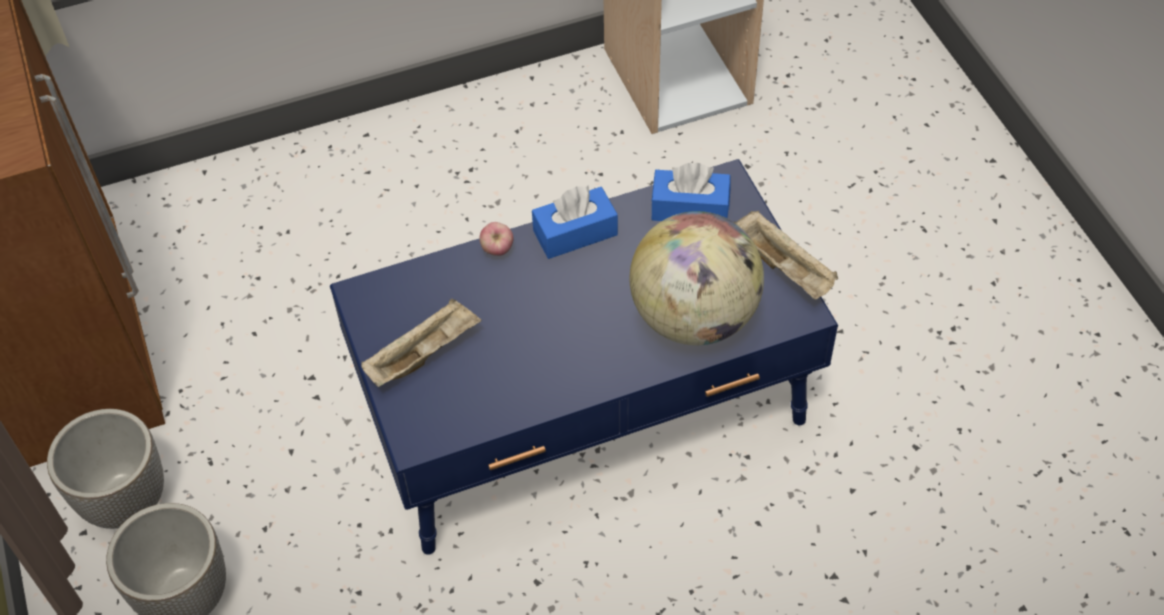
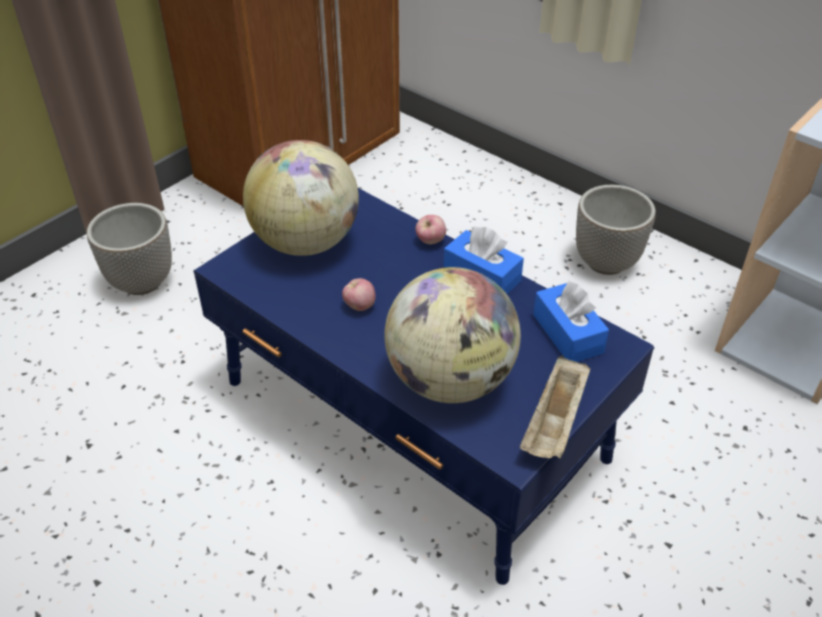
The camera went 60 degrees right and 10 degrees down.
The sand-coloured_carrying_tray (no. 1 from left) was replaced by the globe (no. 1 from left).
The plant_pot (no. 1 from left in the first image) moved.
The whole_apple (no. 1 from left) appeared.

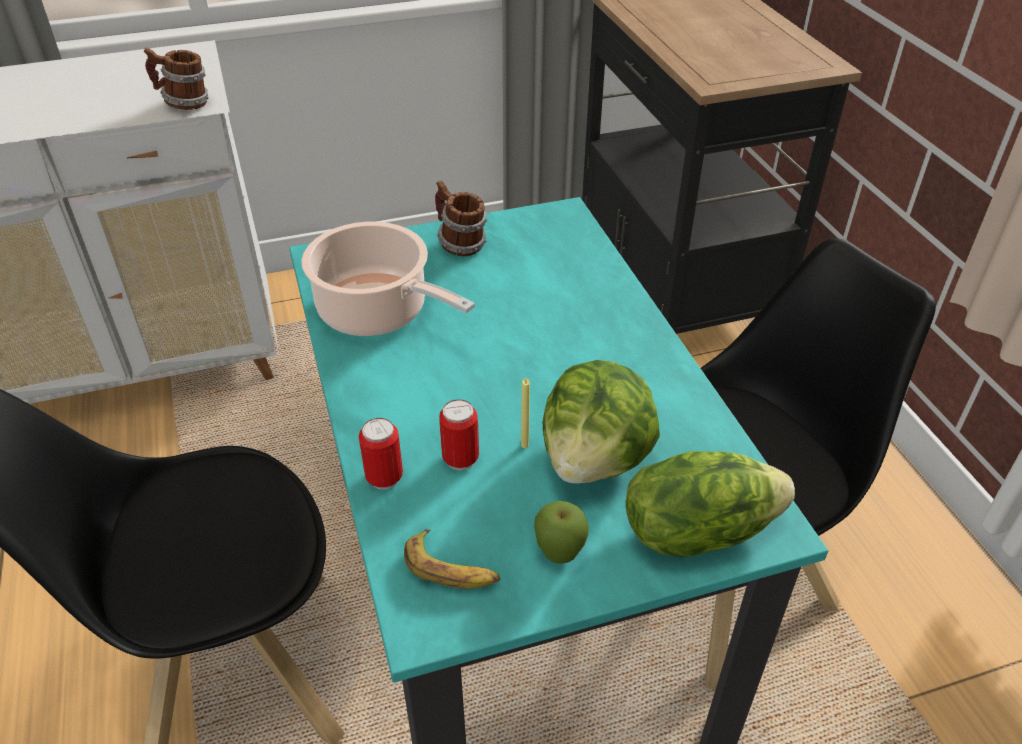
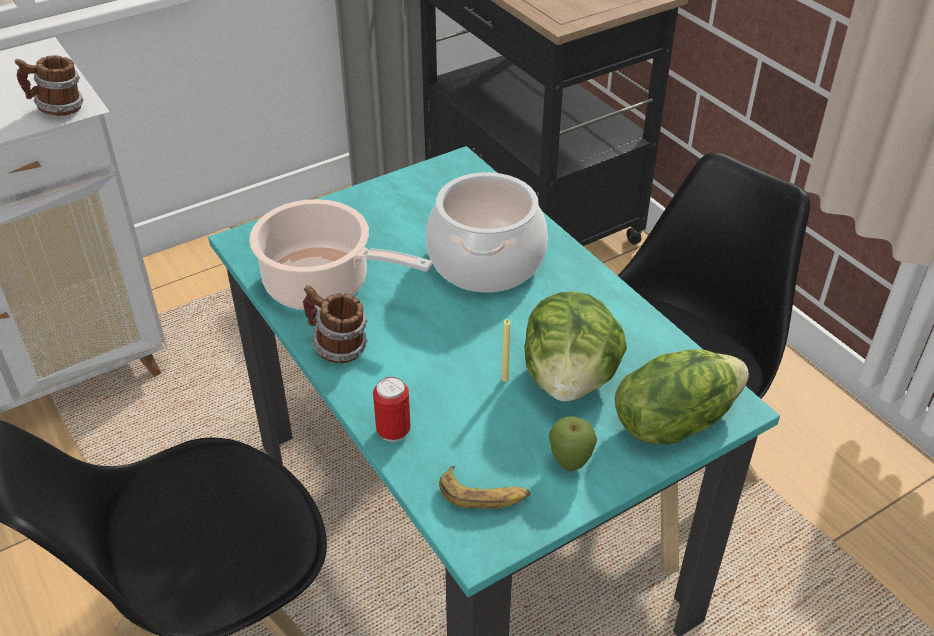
The camera went 15 degrees left and 0 degrees up.
The tea_mug (no. 2 from left) moved.
The sealed_can (no. 2 from left) disappeared.
The cooking_pot (no. 2 from left) appeared.

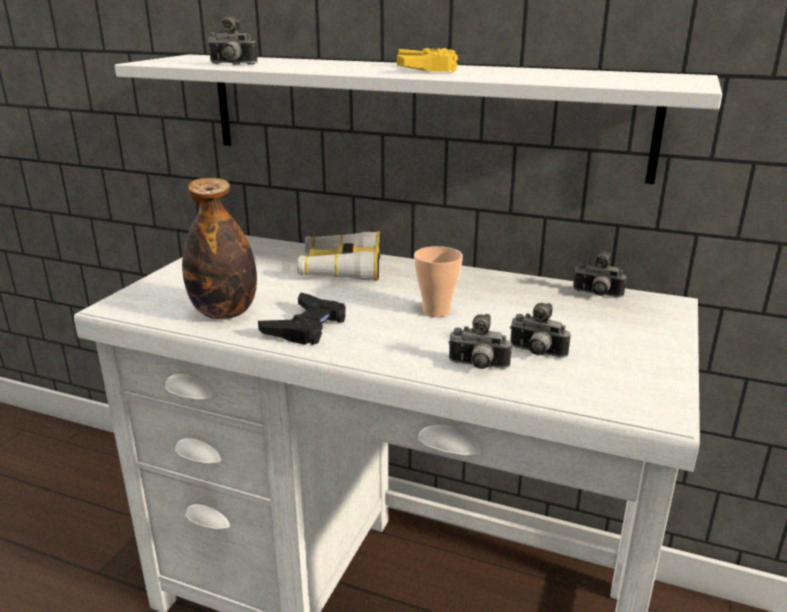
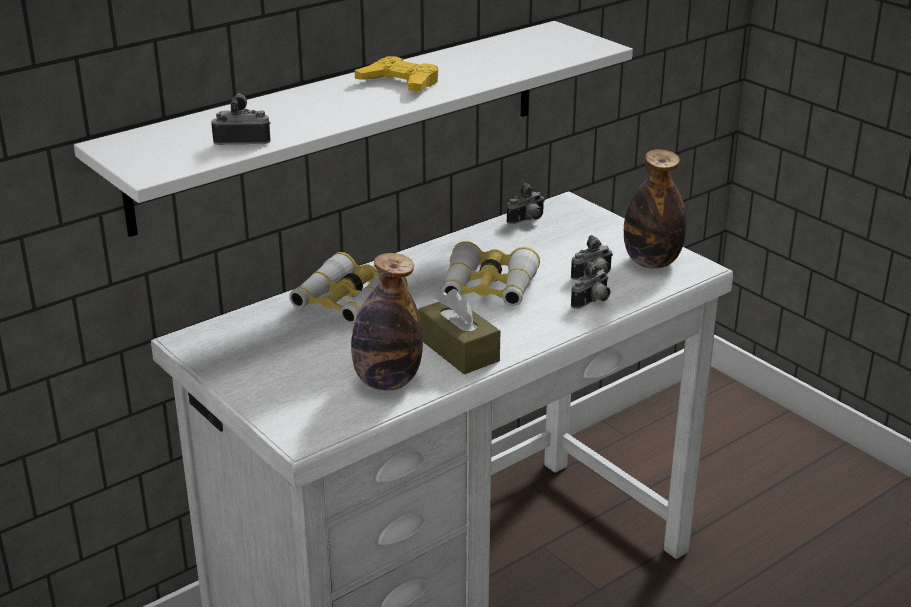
The camera went 60 degrees left and 5 degrees up.
The photo_camera (no. 1 from left) turned 135 degrees counterclockwise.
The drinking_cup was replaced by the pair_of_binoculars (no. 2 from left).
The blackish_joypad was replaced by the brown_box_of_tissues.
The bottle (no. 2 from left) appeared.

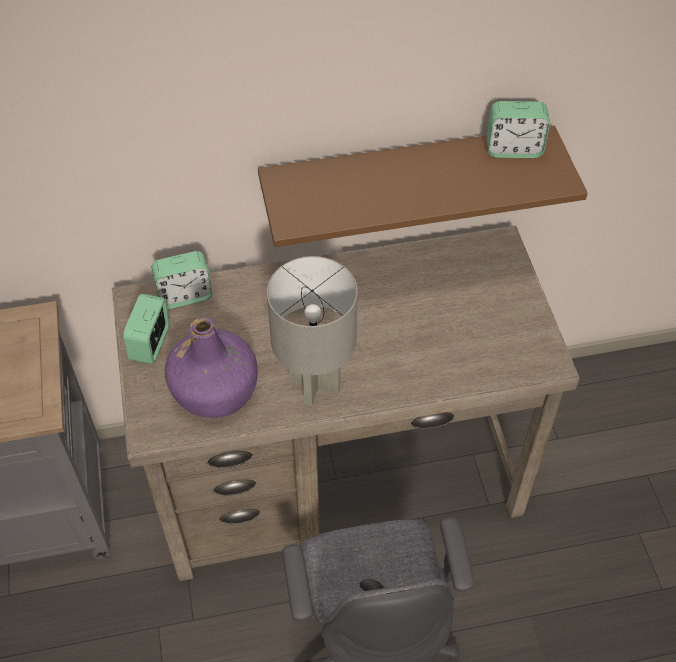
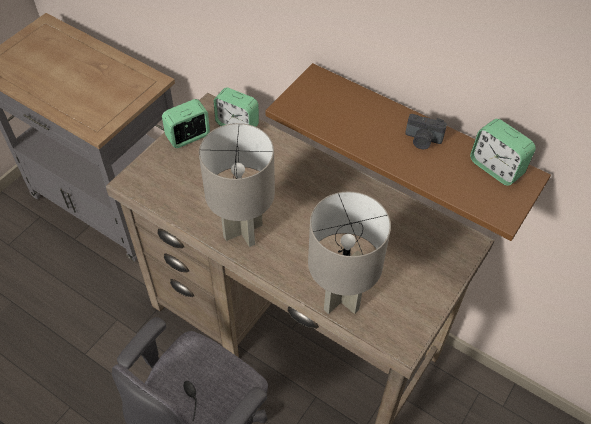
The camera went 45 degrees right and 0 degrees up.
The purple_bottle disappeared.
The photo_camera appeared.
The grey_tabletop_lamp (no. 2 from left) appeared.

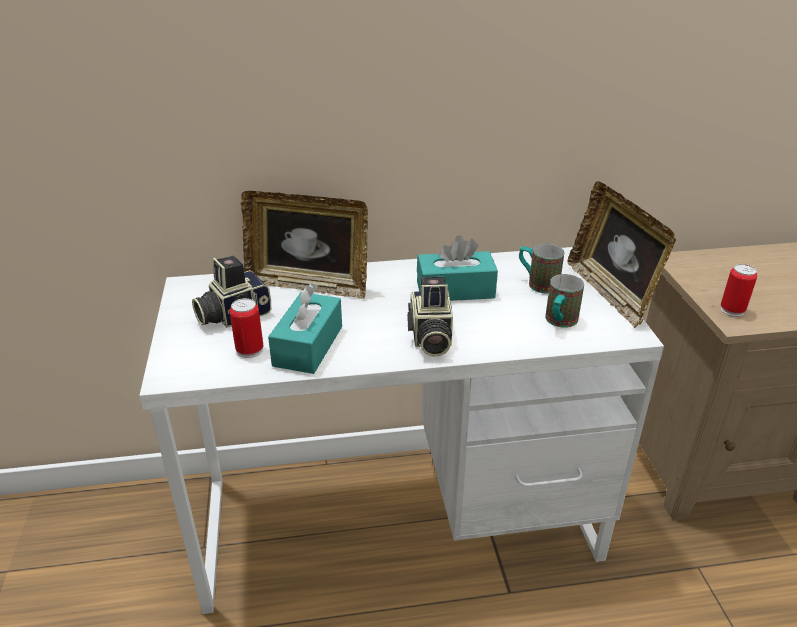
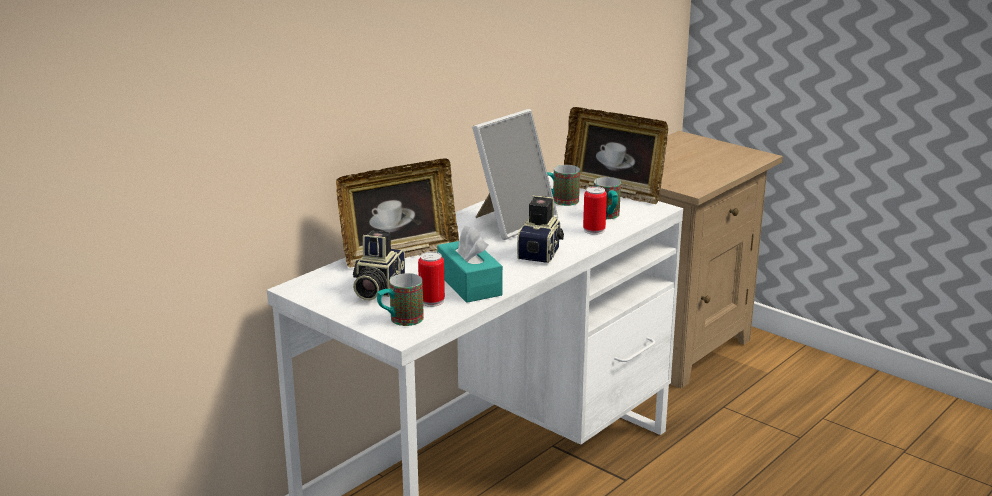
The camera went 40 degrees left and 10 degrees down.
The blue-green_box_of_tissues (no. 2 from left) was replaced by the photo_frame (no. 2 from left).
The sealed_can (no. 2 from left) moved.
The photo_camera (no. 2 from left) turned 120 degrees counterclockwise.
The tea_mug (no. 1 from left) appeared.

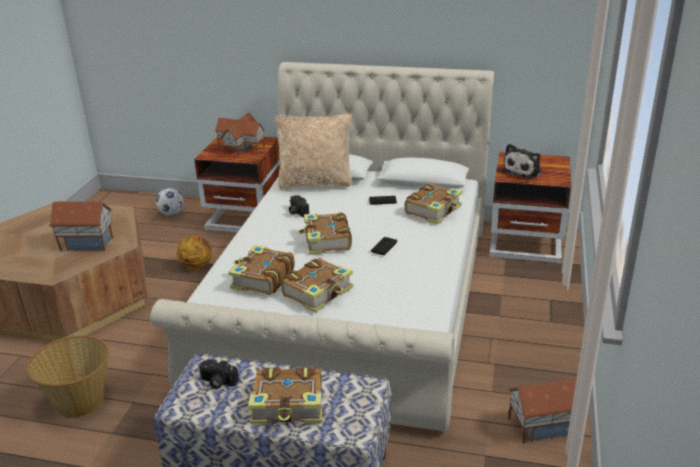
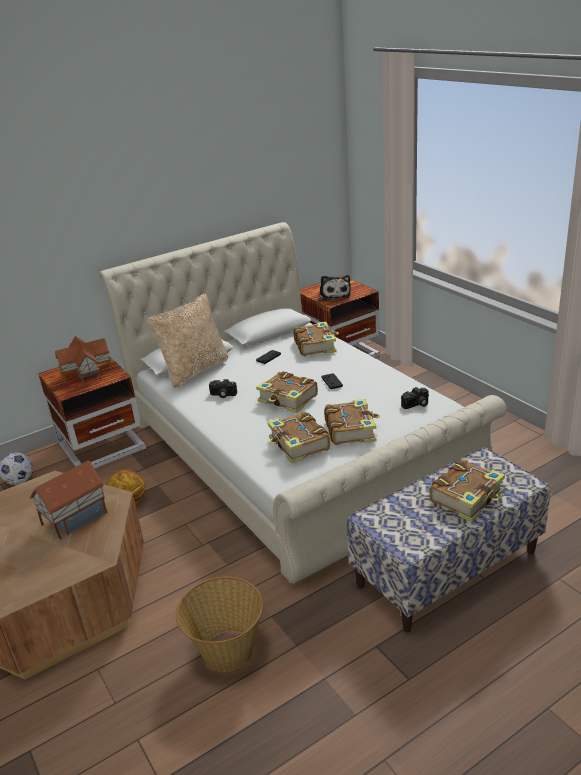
The camera went 45 degrees left and 0 degrees up.
The photo_camera (no. 1 from left in the first image) moved.
The toy_house (no. 3 from left) disappeared.

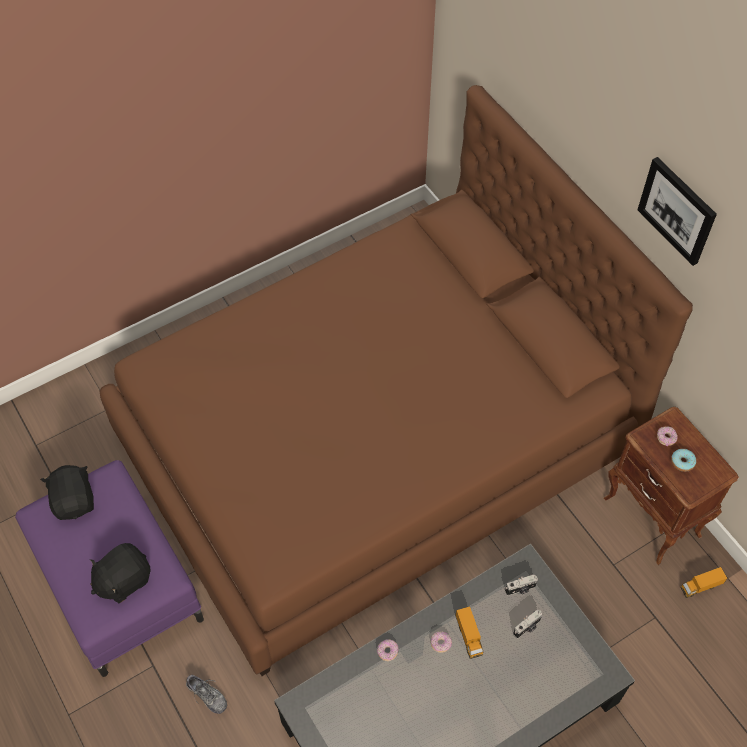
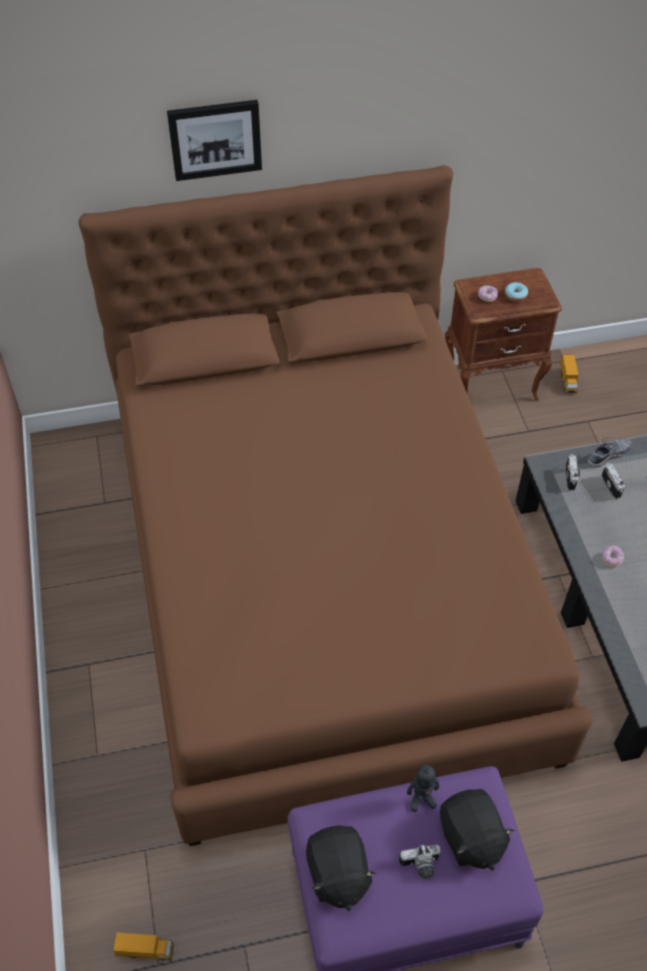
The camera went 70 degrees left and 5 degrees down.
The wall_art moved.
The blackish_cuddly_toy (no. 1 from left) turned 105 degrees counterclockwise.
The toy_truck (no. 1 from left) moved.
The doughnut (no. 1 from left) disappeared.
The shoe moved.
The robot_figure appeared.
The photo_camera (no. 1 from left) appeared.

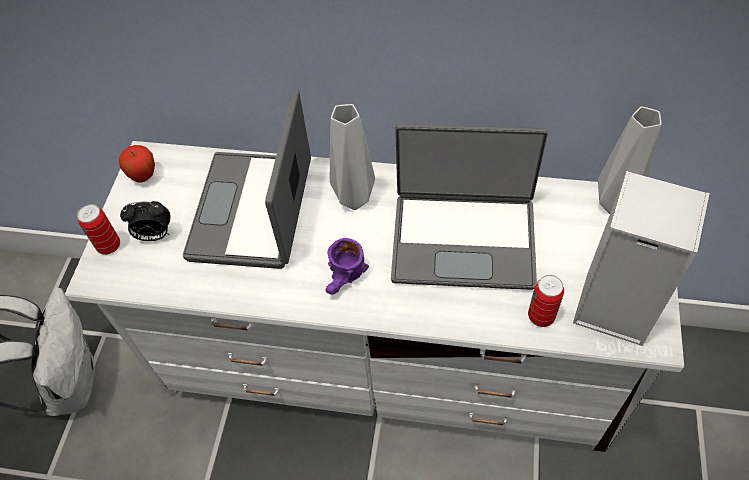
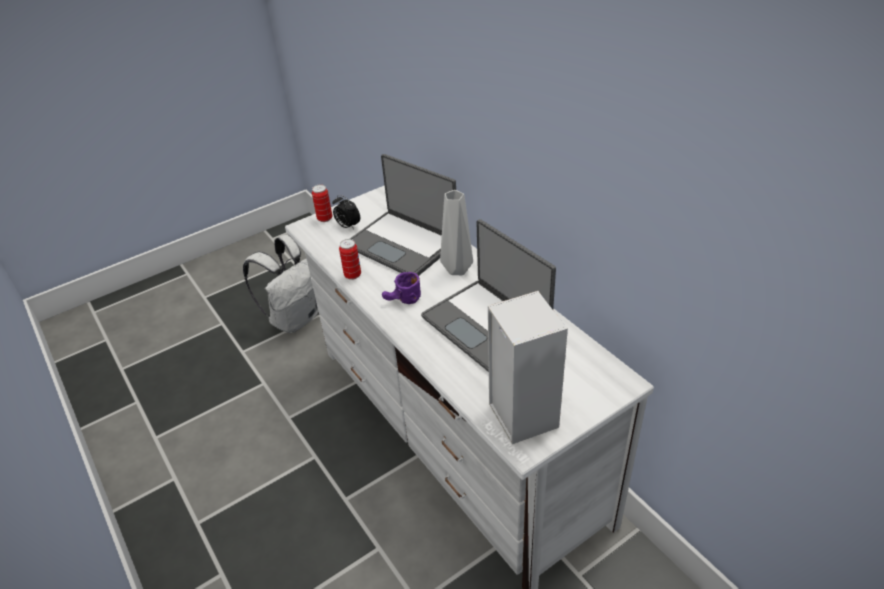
The camera went 45 degrees right and 15 degrees down.
The portable_computer (no. 1 from left) turned 105 degrees counterclockwise.
The grey_vase (no. 2 from left) disappeared.
The whole_apple disappeared.
The sealed_can (no. 2 from left) moved.

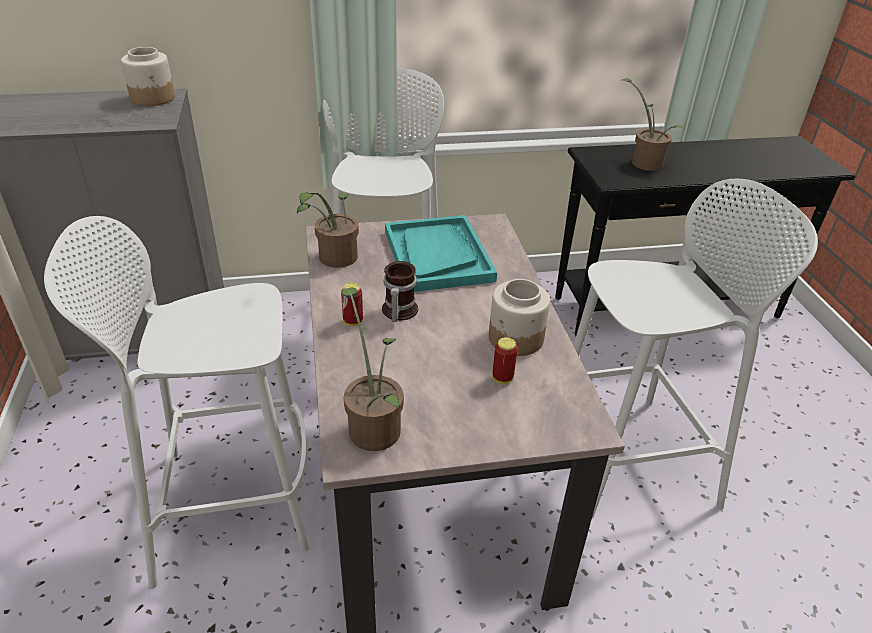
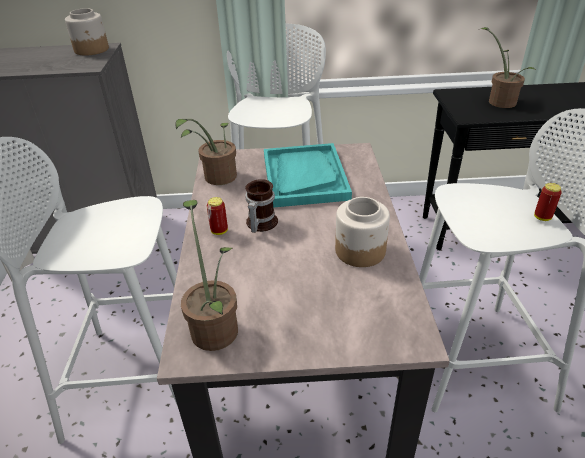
The camera went 10 degrees right and 0 degrees up.
The sealed_can (no. 2 from left) moved.

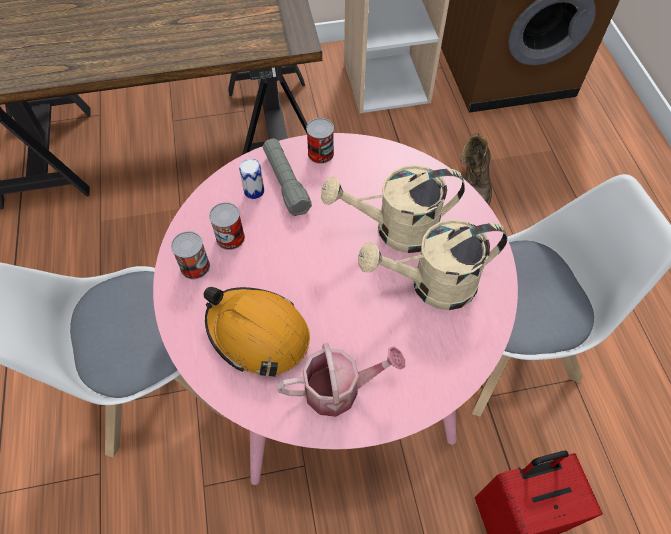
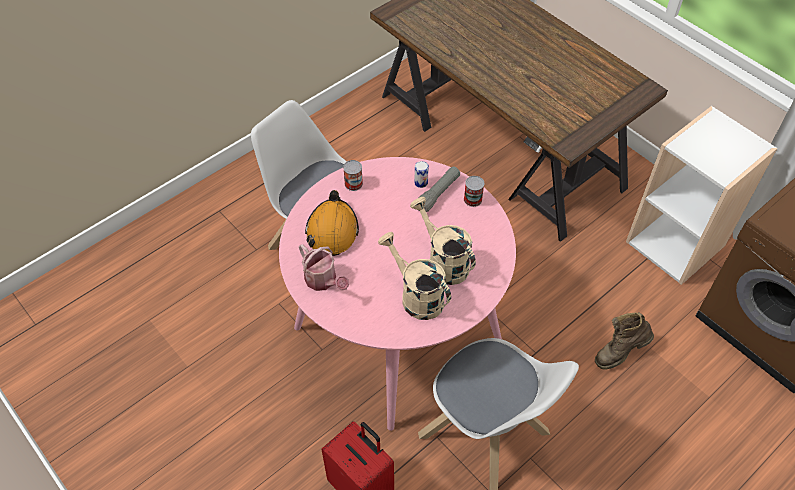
The camera went 60 degrees right and 5 degrees down.
The sealed_can (no. 2 from left) disappeared.

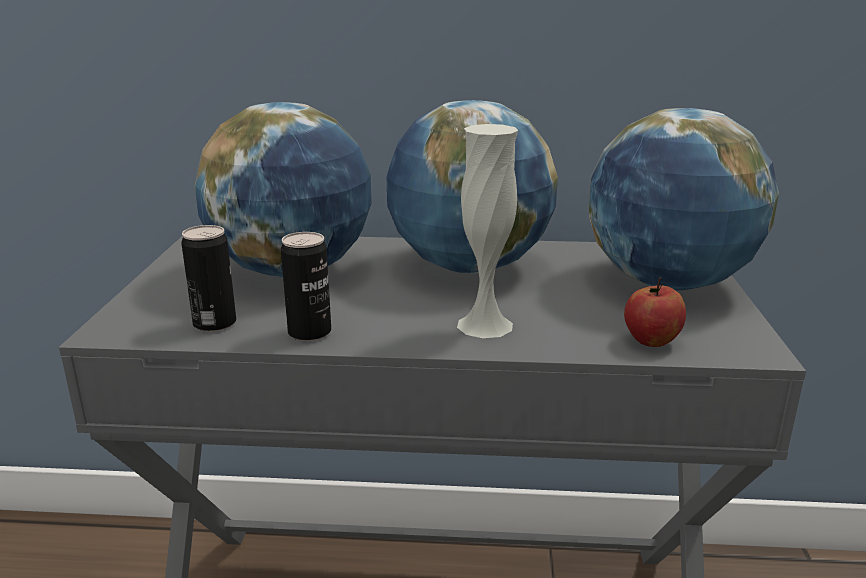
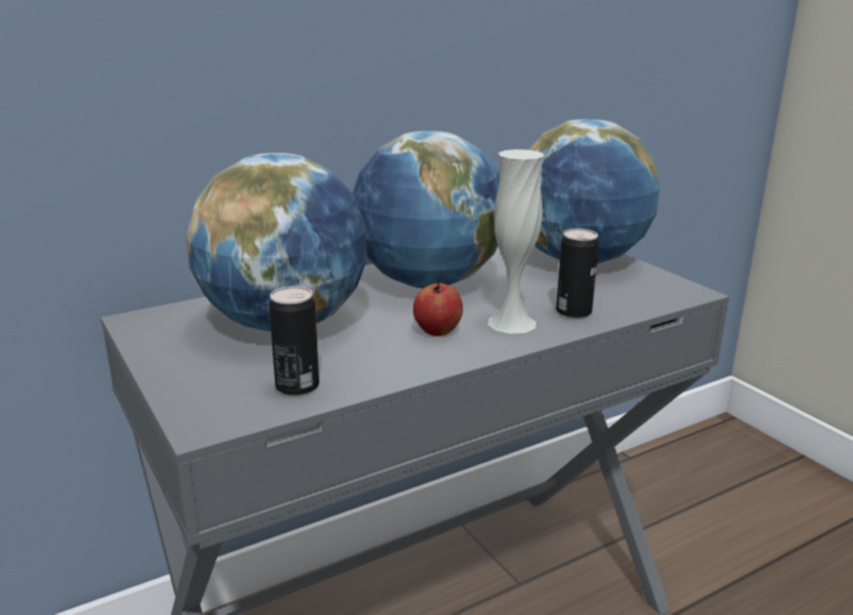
The camera went 35 degrees left and 0 degrees up.
The sealed_can (no. 2 from left) moved.
The whole_apple moved.

